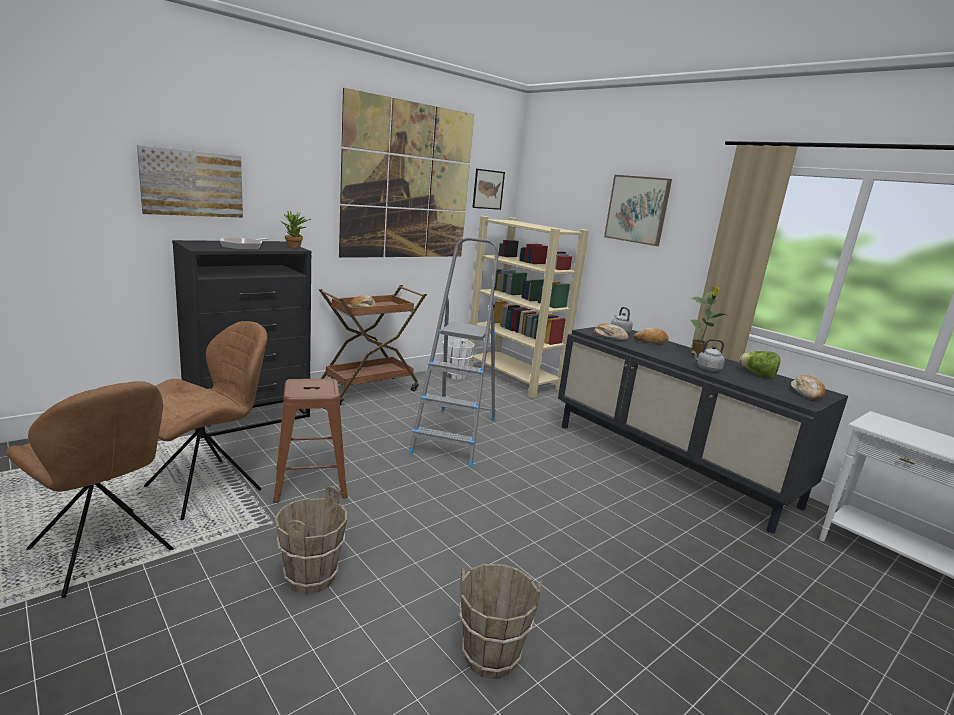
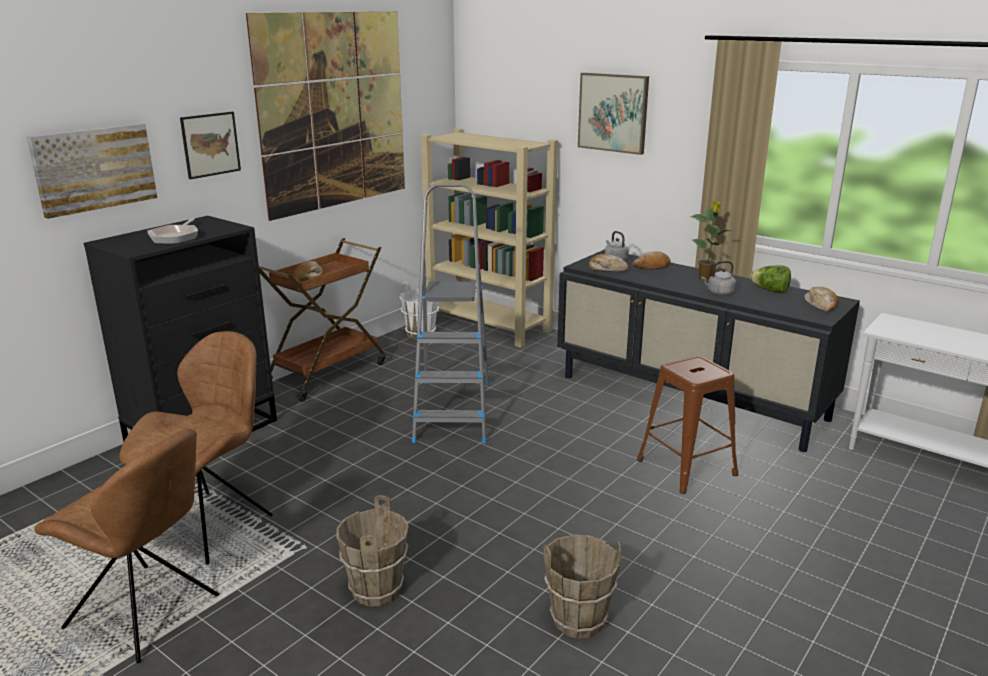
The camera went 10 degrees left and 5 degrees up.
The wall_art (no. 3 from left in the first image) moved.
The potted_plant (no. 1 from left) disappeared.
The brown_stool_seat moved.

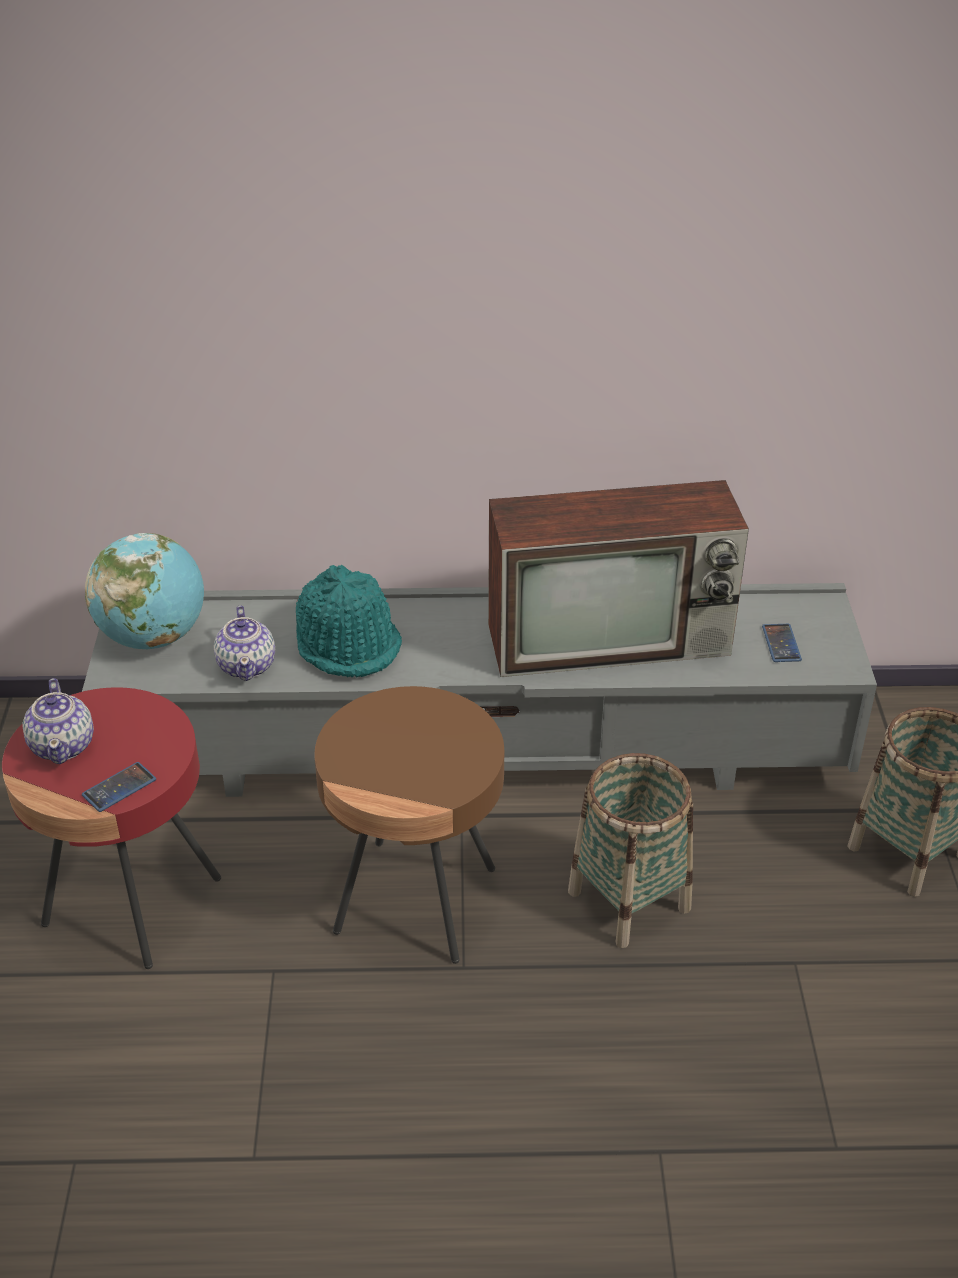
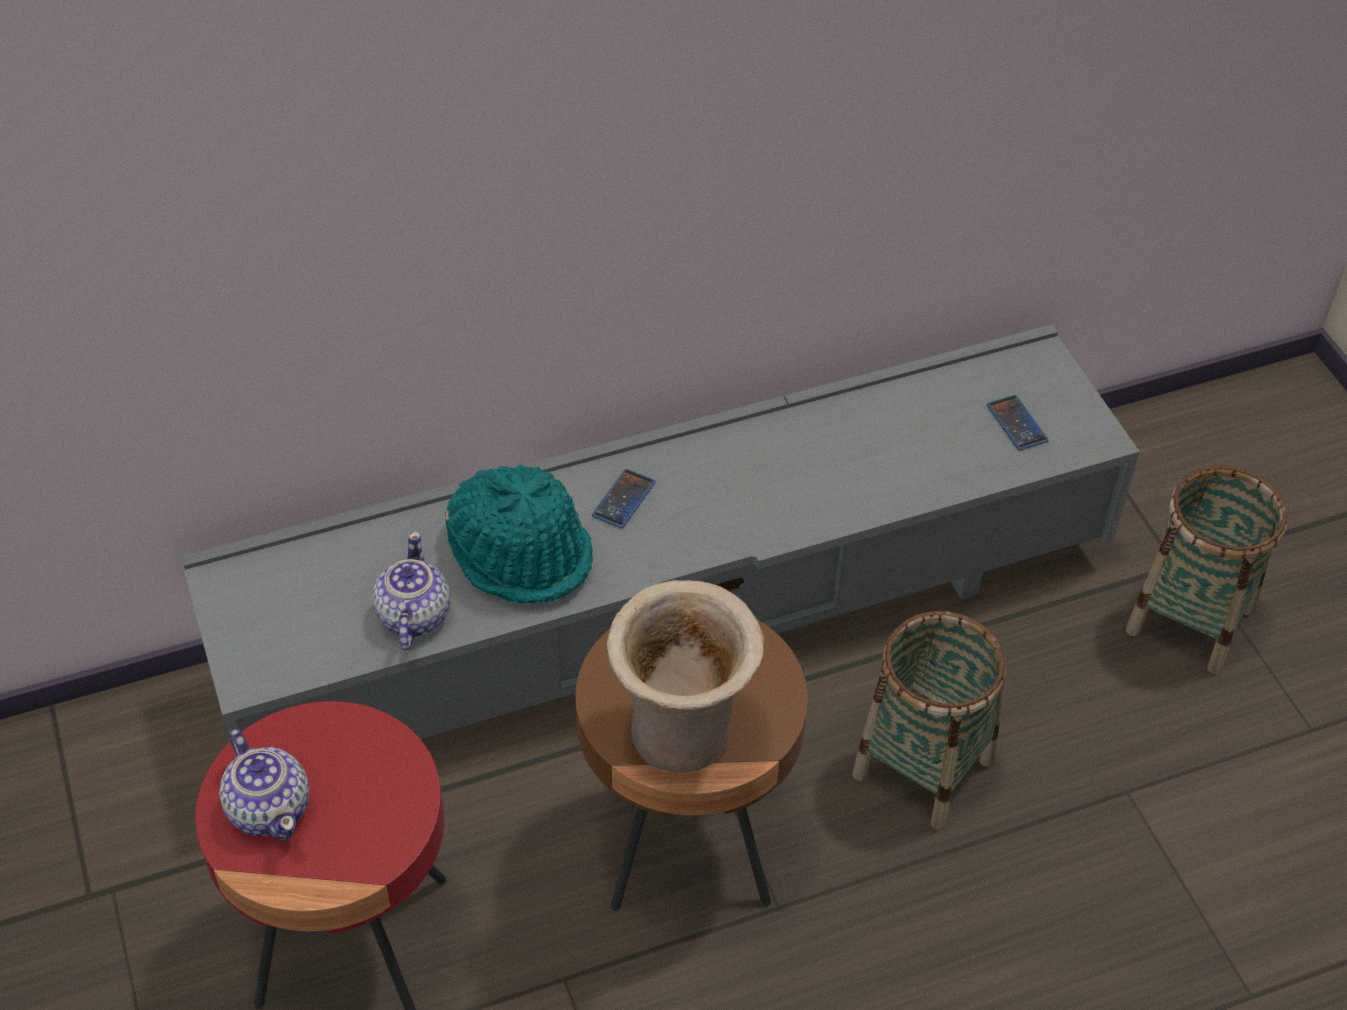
The camera went 20 degrees left and 10 degrees up.
The TV_set disappeared.
The globe disappeared.
The pot_for_tea (no. 2 from left) turned 150 degrees counterclockwise.
The phone (no. 1 from left) moved.
The sand-coloured_vase appeared.

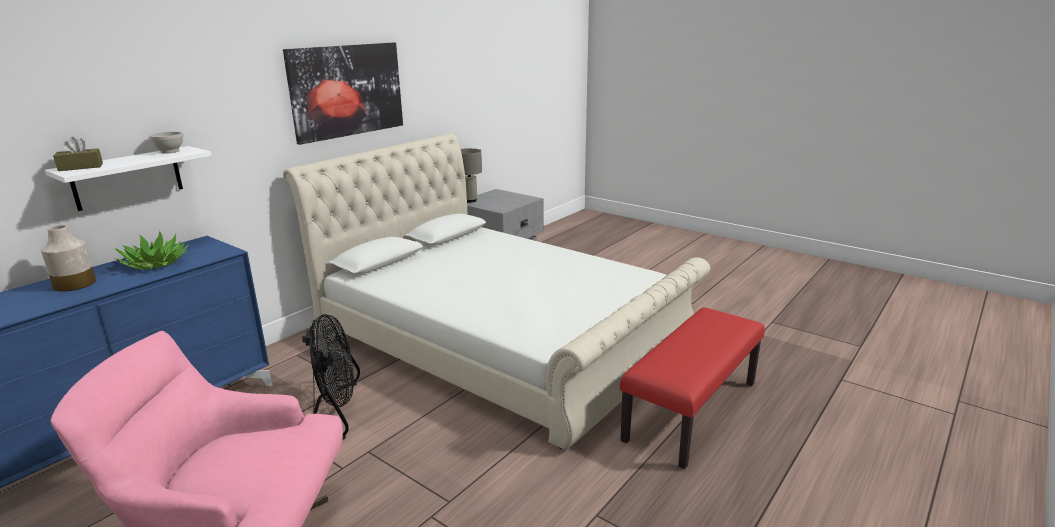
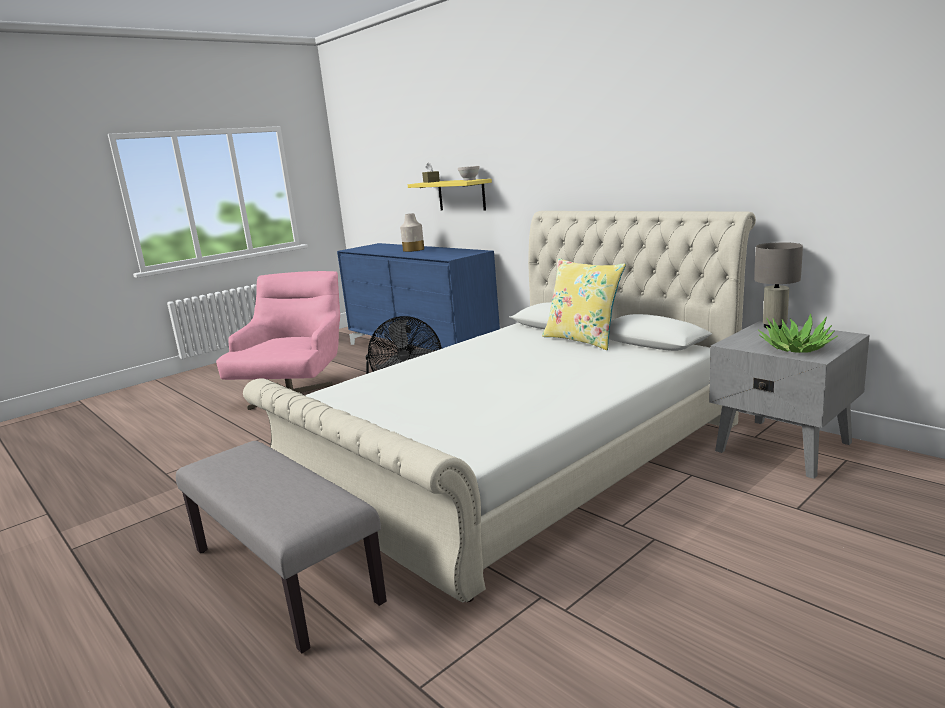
The camera went 100 degrees right and 5 degrees down.
The wall_art disappeared.
The white-coloured_wall_shelf became the yellowish_wall_shelf.
The potted_plant moved.
The red-coloured_bench became the grey_bench.
The yellowish_pillow appeared.

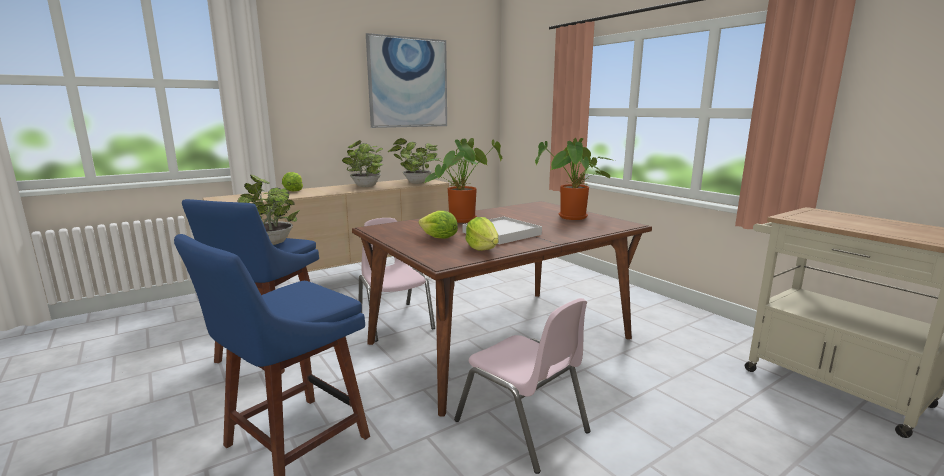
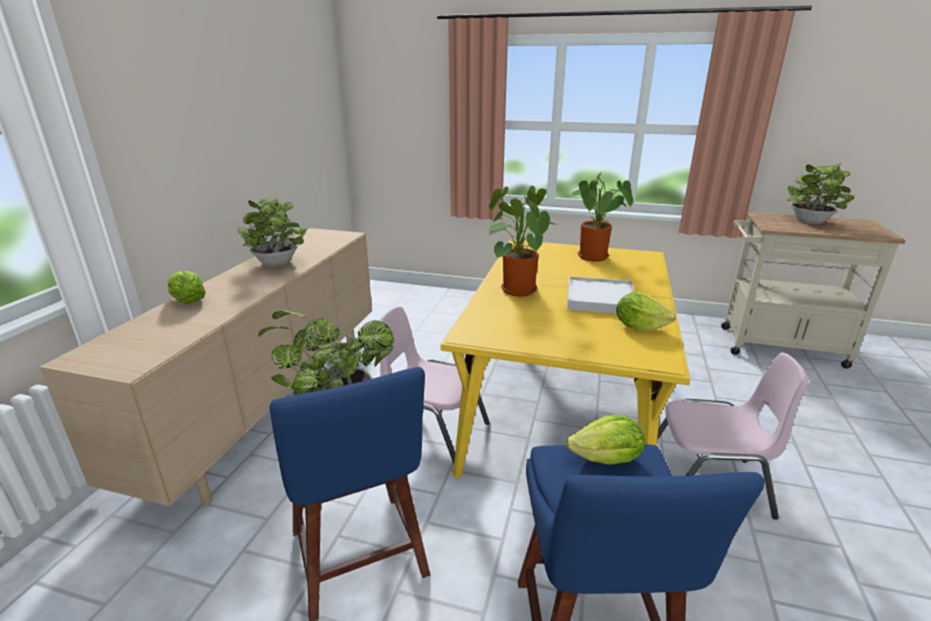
The camera went 40 degrees left and 10 degrees up.
The wall_art disappeared.
The potted_plant (no. 3 from left in the first image) moved.
The brown_dinner_table became the yellowish_dinner_table.
The head_of_lettuce (no. 2 from left) moved.

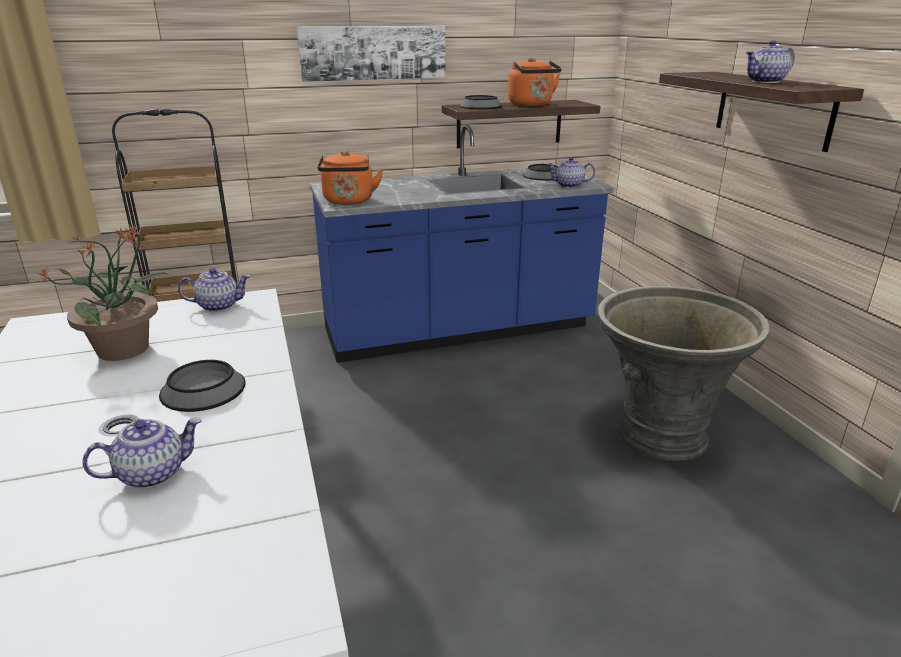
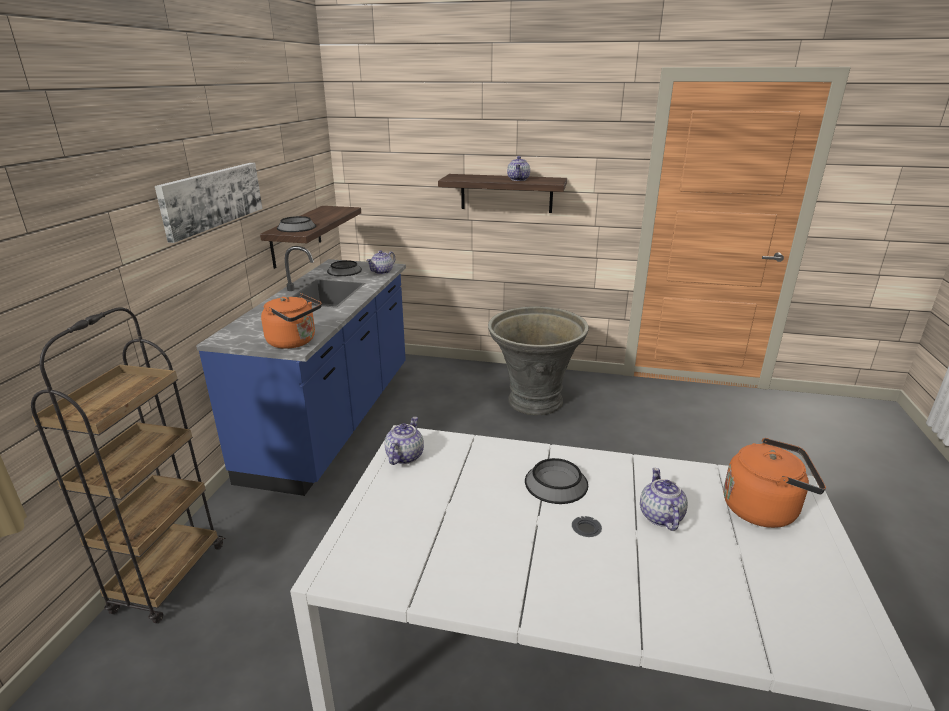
The camera went 60 degrees left and 0 degrees up.
The orange-coloured_tea_kettle (no. 2 from left) moved.
The potted_plant disappeared.

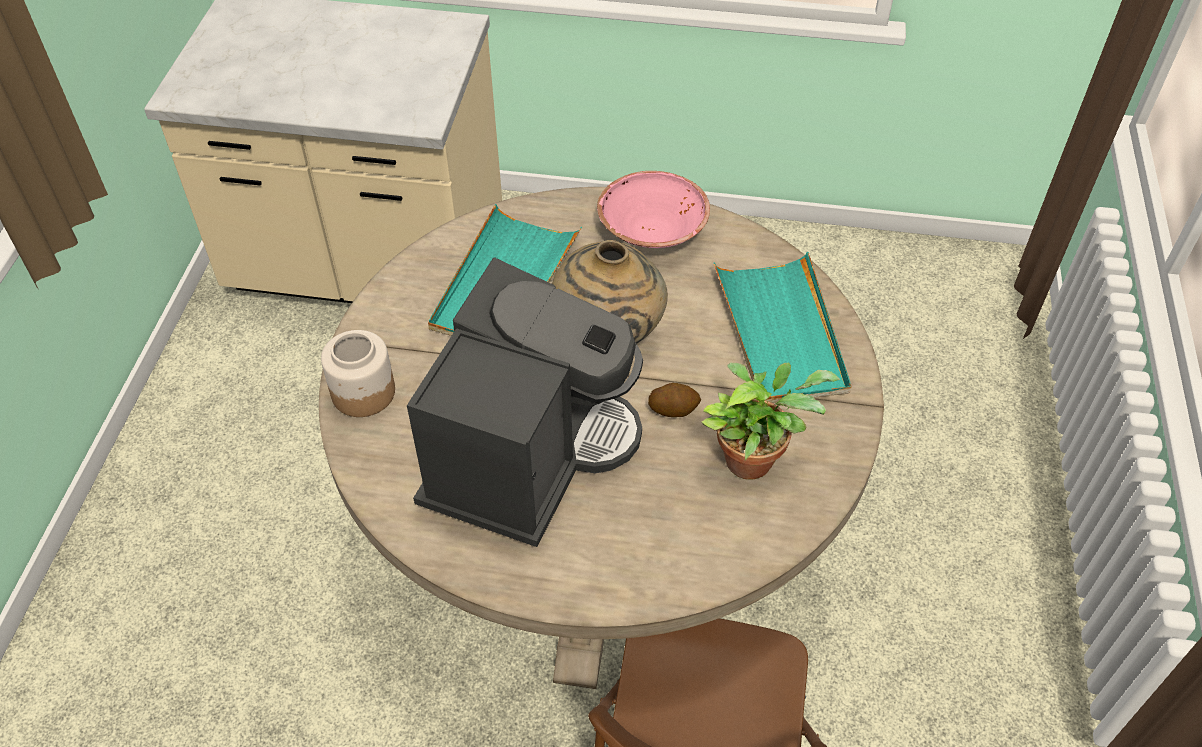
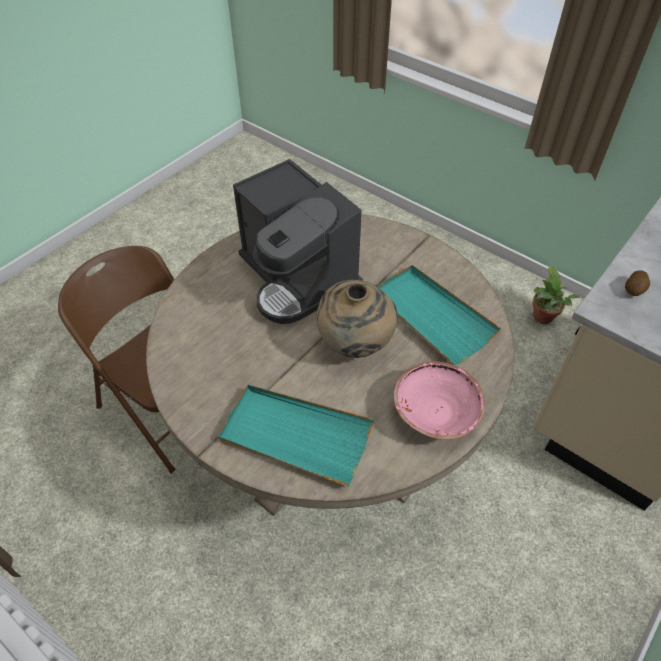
The camera went 120 degrees right and 0 degrees up.
The storage_jar disappeared.
The potted_plant moved.
The potato moved.

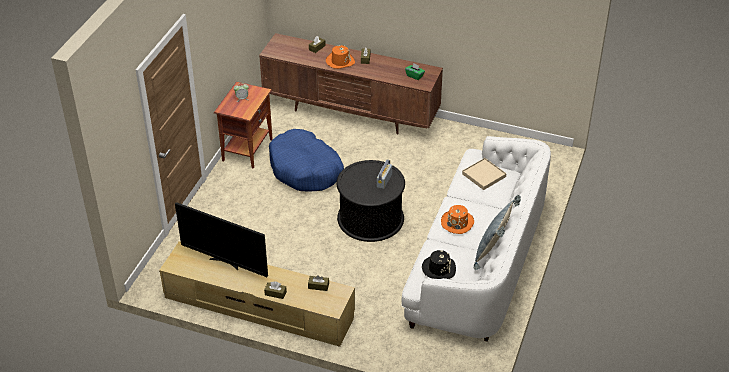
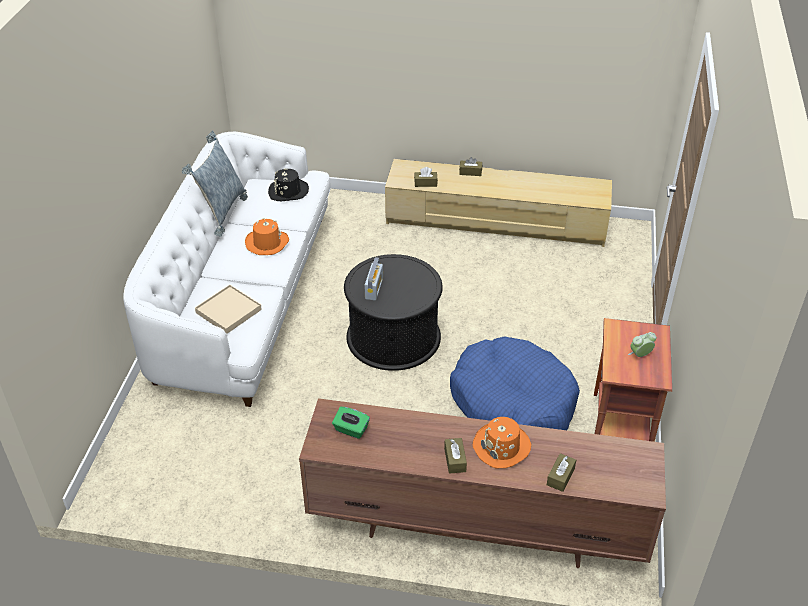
The camera went 170 degrees right and 0 degrees up.
The TV_set disappeared.

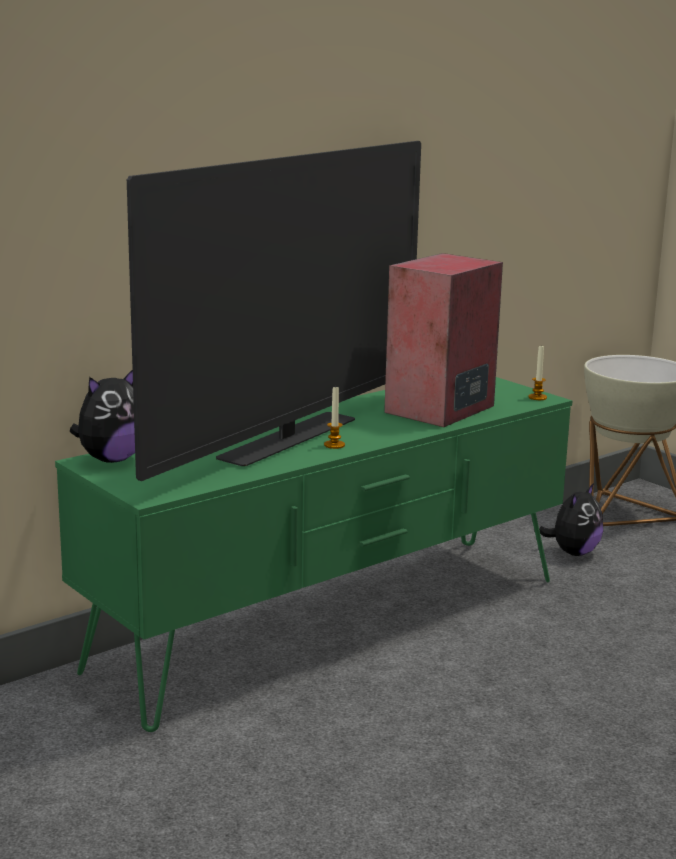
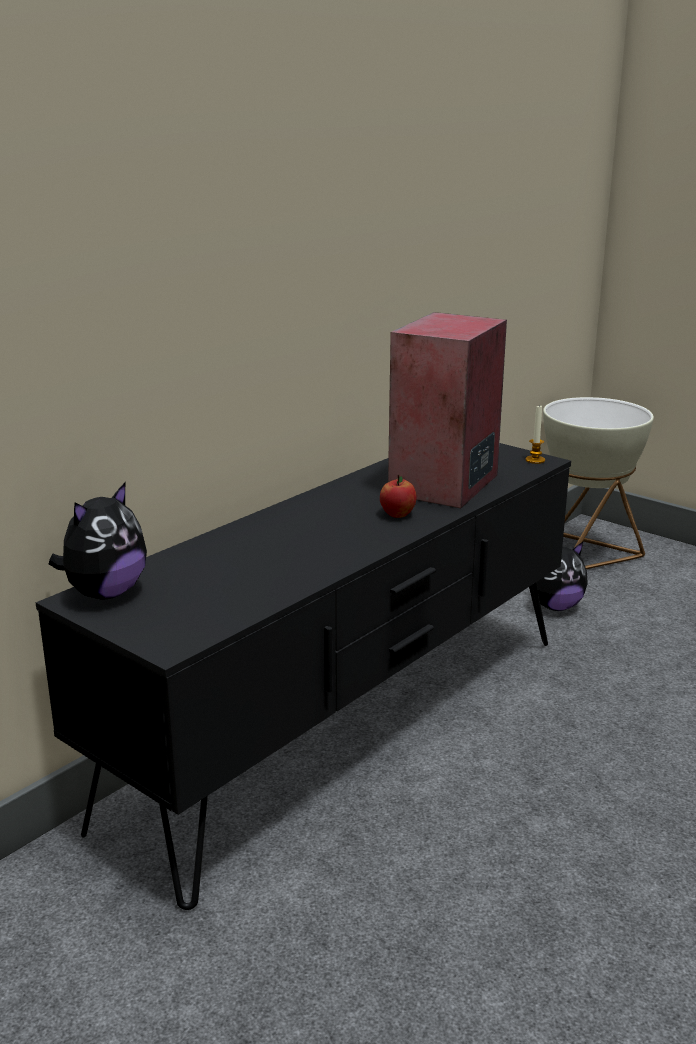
The camera went 10 degrees left and 5 degrees up.
The TV_set disappeared.
The greenish_tv_stand became the blackish_tv_stand.
The wax_light (no. 1 from left) disappeared.
The cuddly_toy (no. 2 from left) turned 45 degrees clockwise.
The whole_apple appeared.

